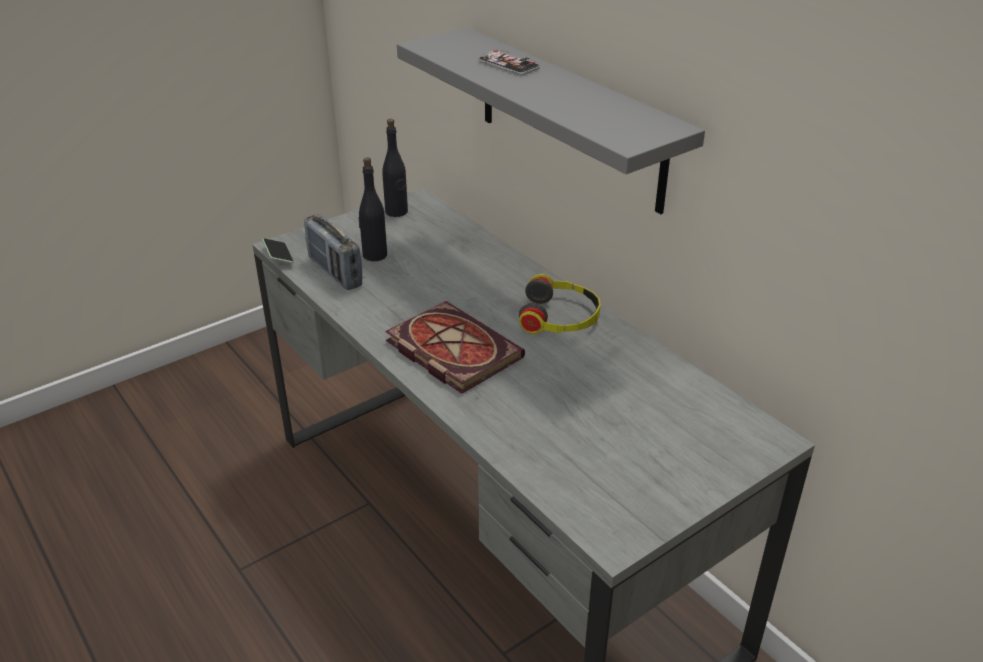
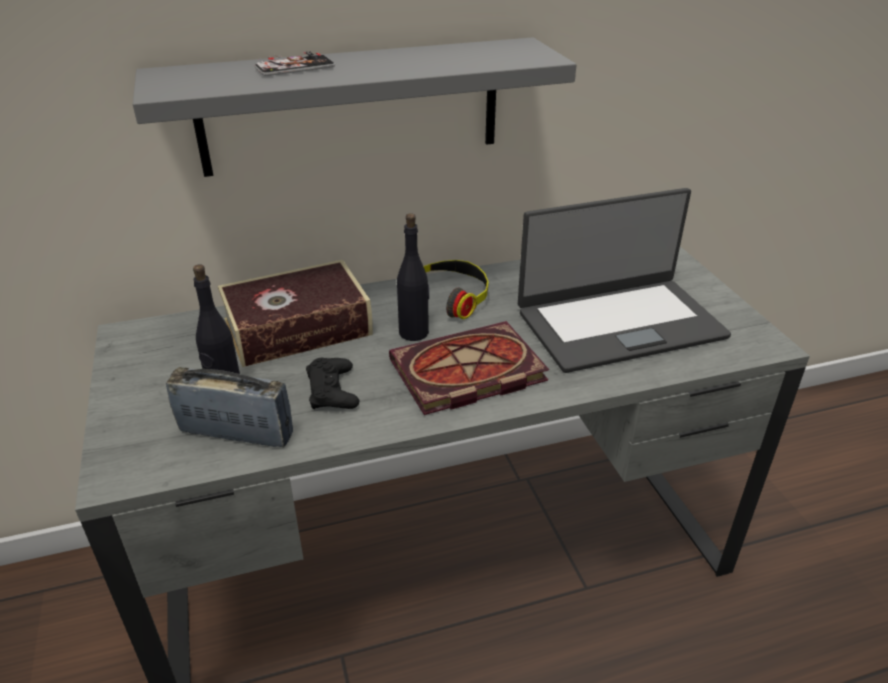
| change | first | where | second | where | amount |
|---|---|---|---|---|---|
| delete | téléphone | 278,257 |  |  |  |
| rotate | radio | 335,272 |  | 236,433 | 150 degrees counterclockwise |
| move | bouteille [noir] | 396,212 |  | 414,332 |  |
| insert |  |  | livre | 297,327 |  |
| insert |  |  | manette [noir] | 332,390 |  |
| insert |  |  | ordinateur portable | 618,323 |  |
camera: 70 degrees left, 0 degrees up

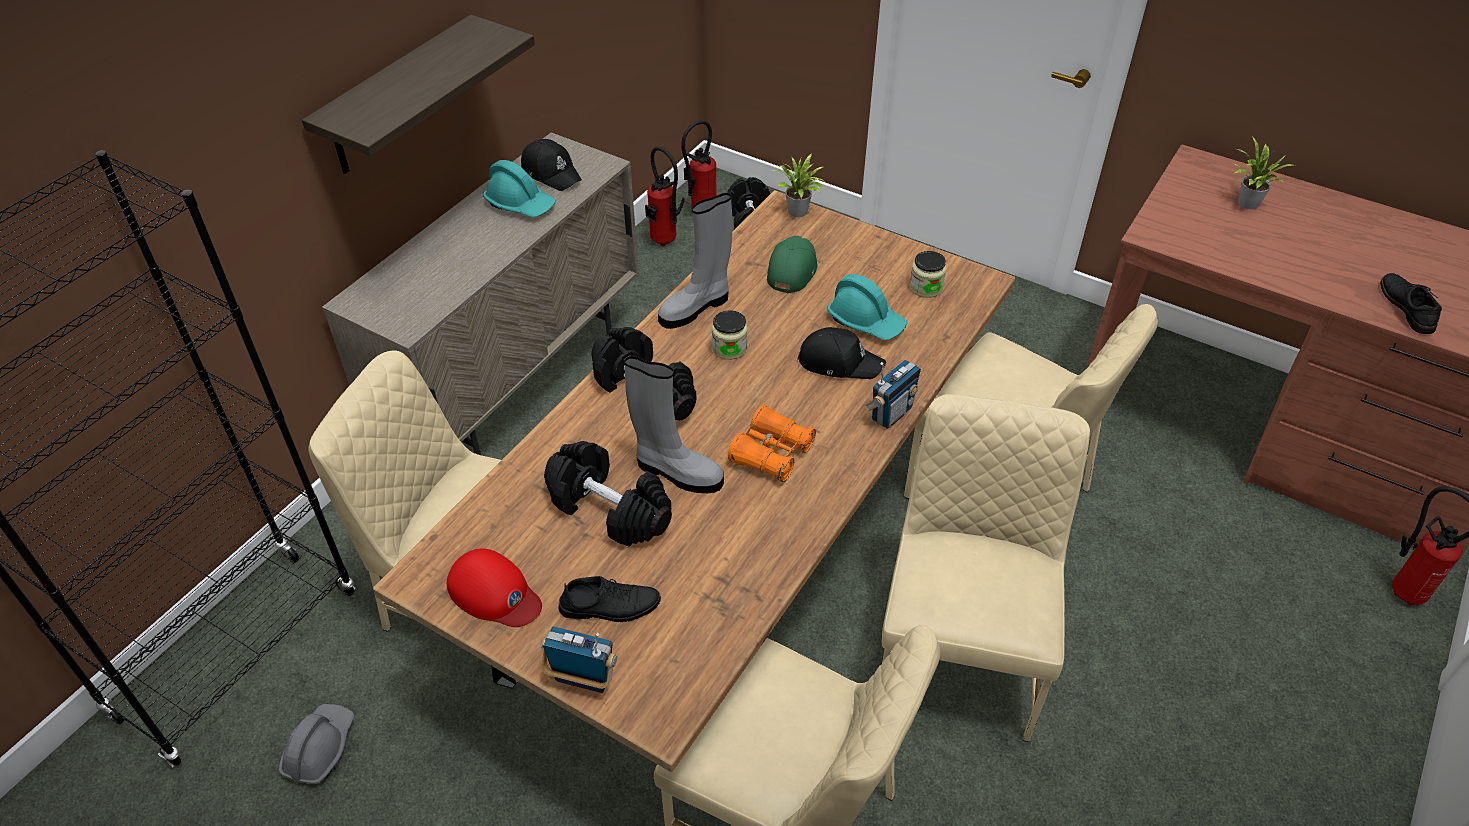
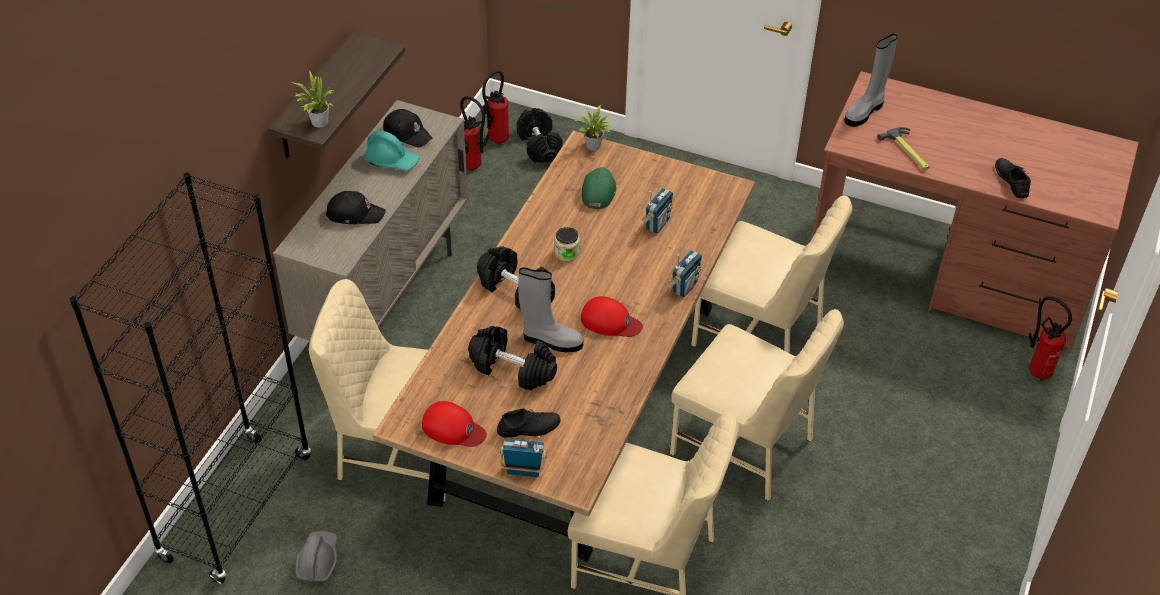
| change | first | where | second | where | amount |
|---|---|---|---|---|---|
| move | botte [gris] | 696,308 |  | 865,112 |  |
| replace | jumelles [orange] | 771,453 | casquette [rouge] | 610,321 |  |
| move | casquette [noir] | 839,362 |  | 355,214 |  |
| replace | casque de chantier [turquoise] | 866,321 | radio | 657,224 |  |
| rotate | chaise [beige] | 959,653 |  | 744,446 | 120 degrees clockwise |
| delete | bocal | 926,287 |  |  |  |
| move | plante en pot | 1246,203 |  | 317,122 |  |
| insert |  |  | marteau | 908,152 |  |
camera: 10 degrees left, 0 degrees up

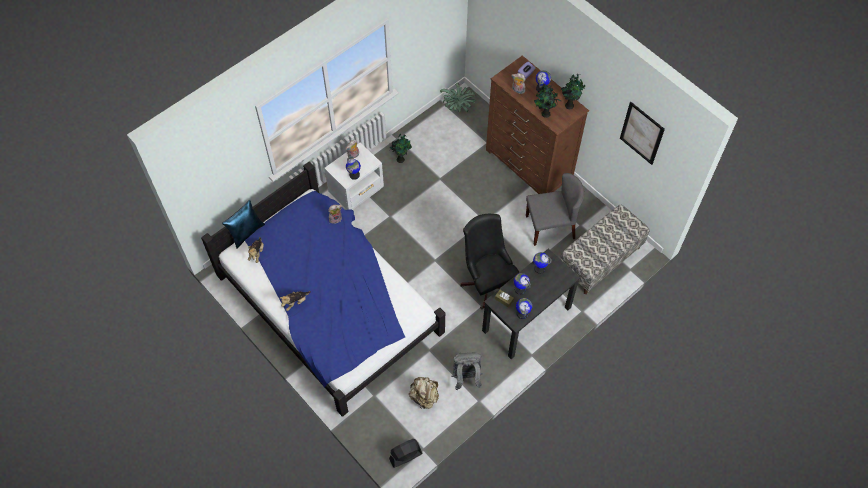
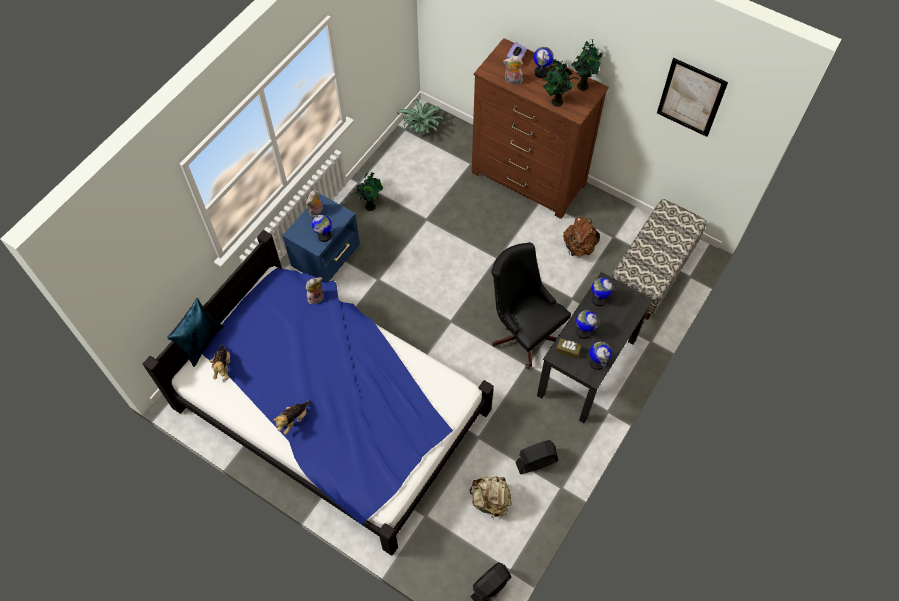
| change | first | where | second | where | amount |
|---|---|---|---|---|---|
| recolor | table de chevet [blanc] | 357,191 | table de chevet [bleu] | 327,258 |  |
| replace | sac à dos [gris] | 466,378 | ventilateur [noir] | 536,462 |  |
| replace | chaise [gris] | 550,226 | sac à dos [marron] | 578,247 |  |
camera: 15 degrees left, 0 degrees up

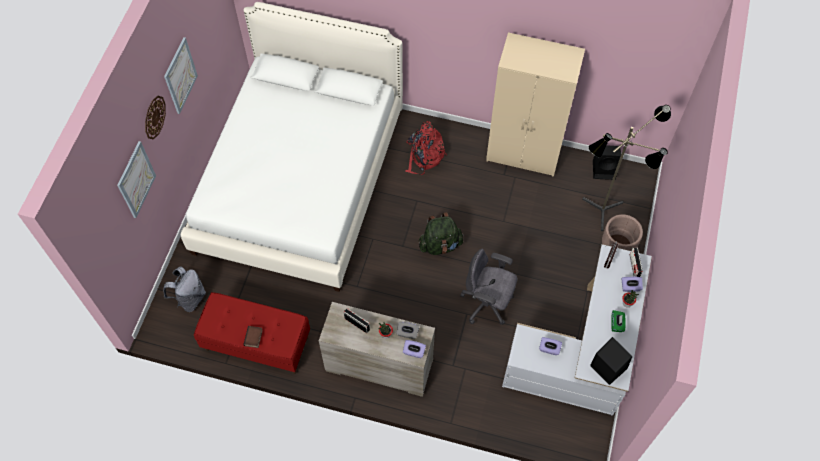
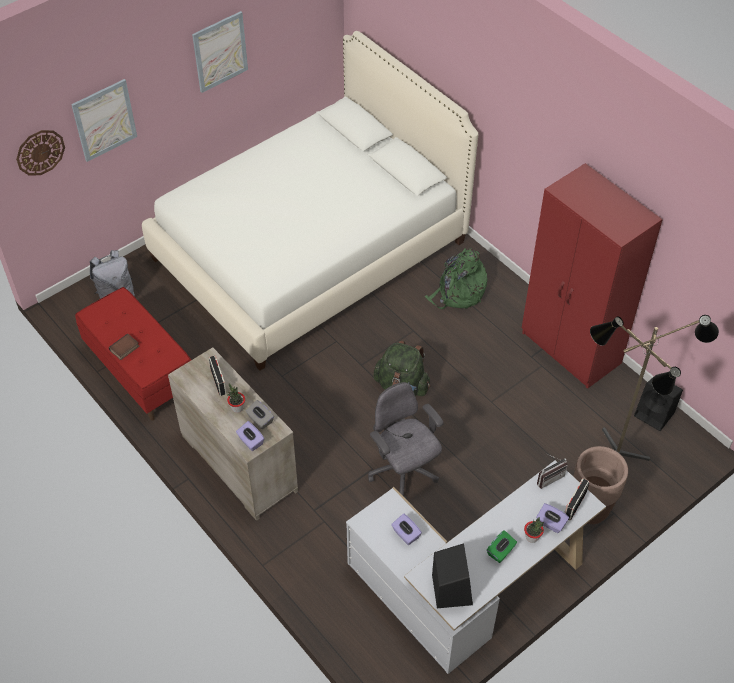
| change | first | where | second | where | amount |
|---|---|---|---|---|---|
| move | horloge murale | 154,117 |  | 40,152 |  |
| recolor | sac à dos [rouge] | 424,155 | sac à dos [vert] | 458,292 |  |
| recolor | armoire [beige] | 524,155 | armoire [rouge] | 571,349 |  |
camera: 35 degrees right, 10 degrees down

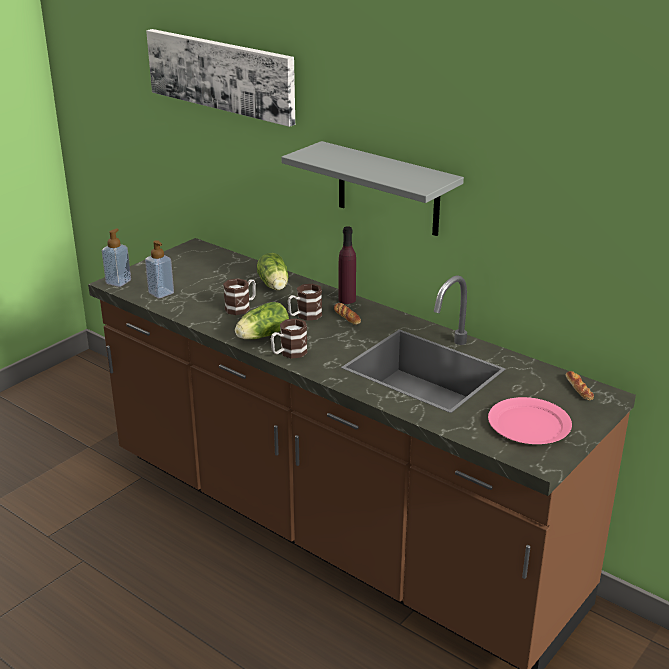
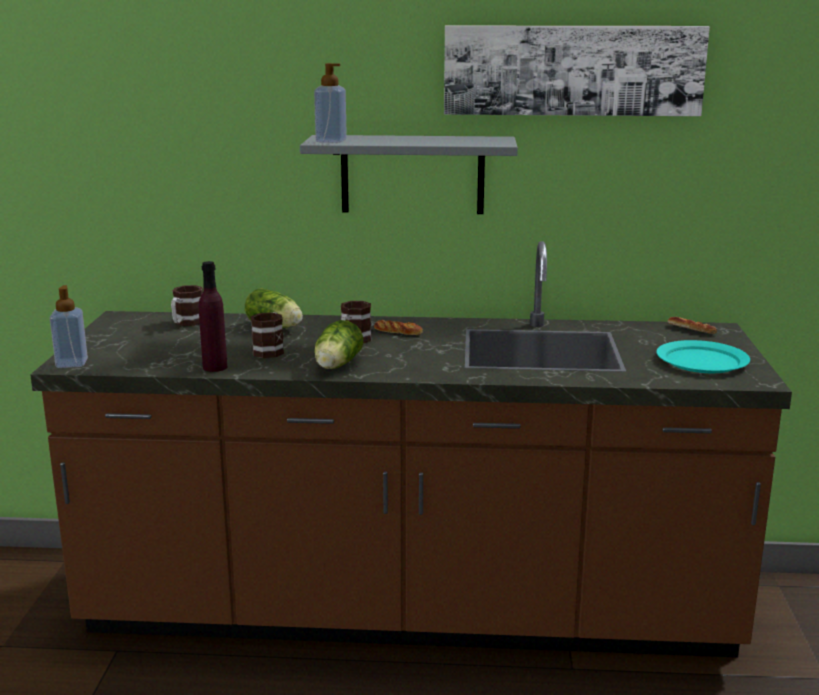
| change | first | where | second | where | amount |
|---|---|---|---|---|---|
| move | distributeur de savon | 161,293 |  | 331,141 |  |
| move | tableau | 221,74 |  | 572,70 |  |
| move | mug | 288,353 |  | 186,323 |  |
| move | bouteille [violet] | 347,300 |  | 215,367 |  |
| recolor | assiette [rose] | 529,425 | assiette [turquoise] | 703,361 |  |
camera: 35 degrees left, 10 degrees down

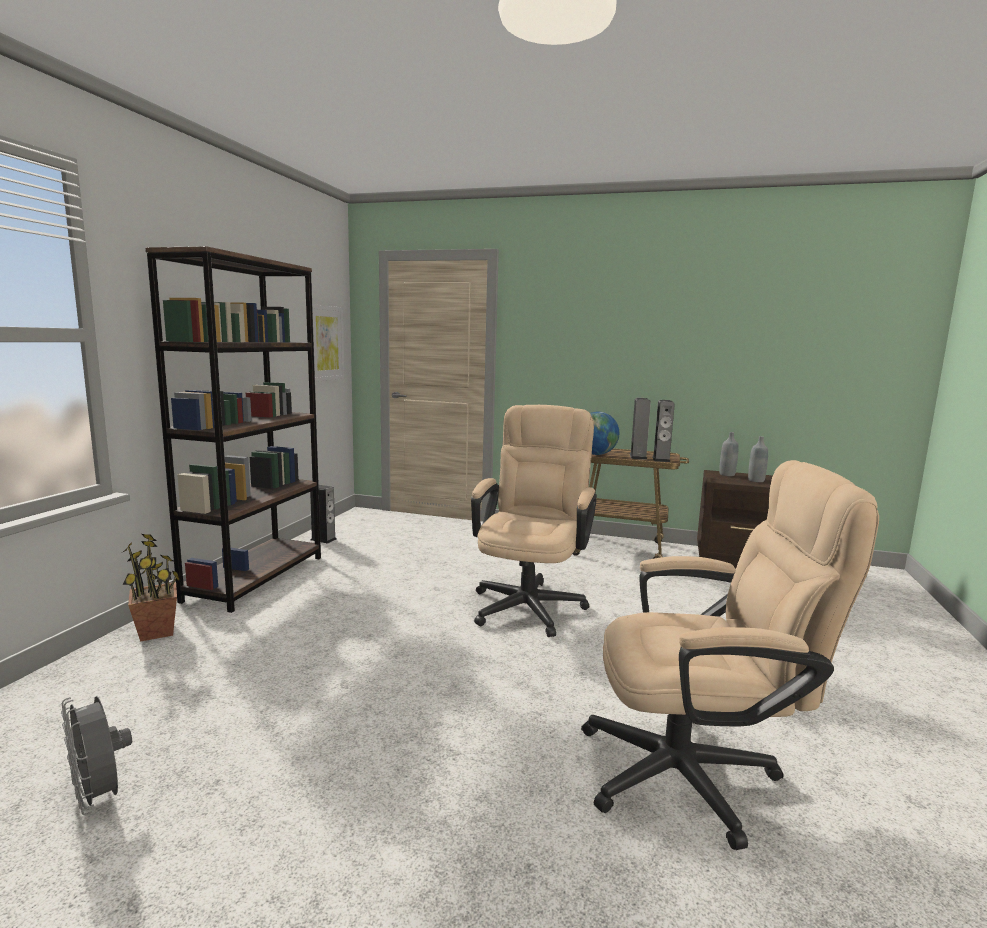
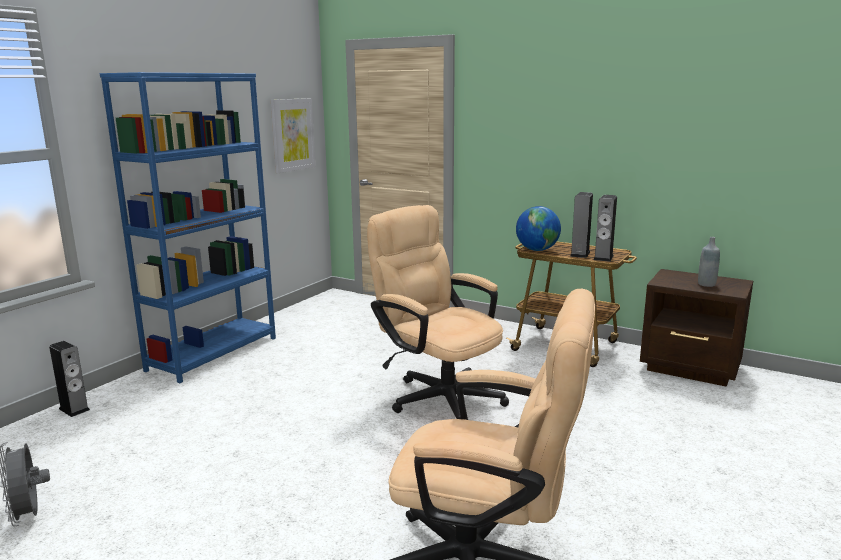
| change | first | where | second | where | amount |
|---|---|---|---|---|---|
| delete | plante en pot | 157,632 |  |  |  |
| recolor | bibliothèque [marron] | 256,578 | bibliothèque [bleu] | 213,353 |  |
| move | enceinte | 323,539 |  | 74,409 |  |
| rotate | chaise de bureau [beige] | 530,602 |  | 438,395 | 75 degrees counterclockwise |
| delete | bouteille [gris] | 727,474 |  |  |  |
camera: 15 degrees right, 5 degrees up

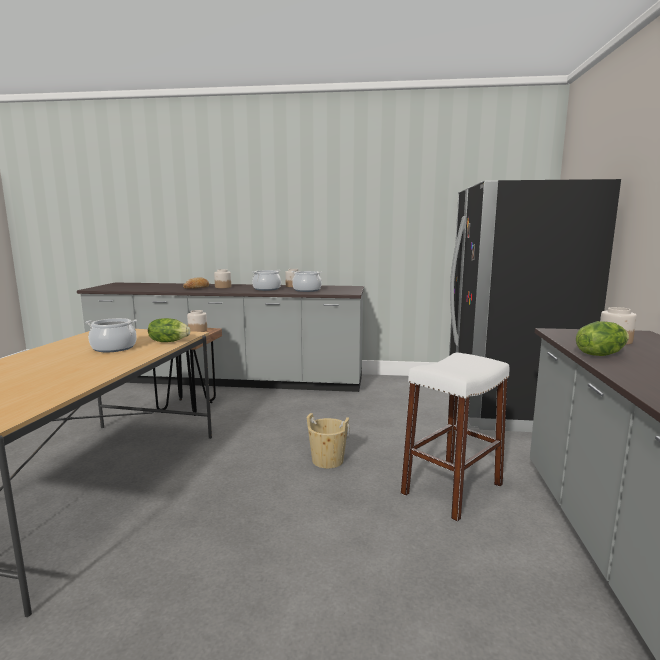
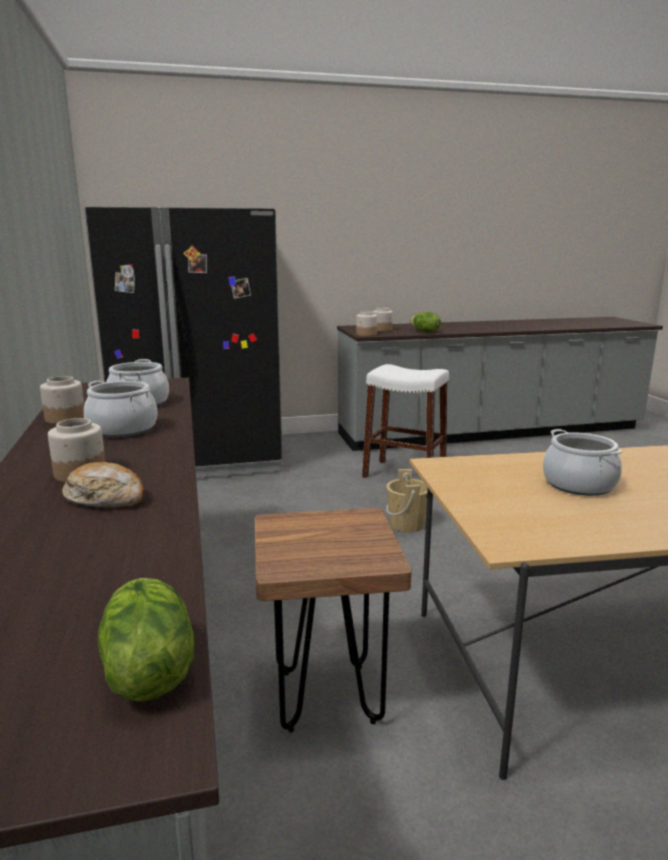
| change | first | where | second | where | amount |
|---|---|---|---|---|---|
| move | laitue | 168,341 |  | 147,671 |  |
| move | bocal | 197,330 |  | 366,334 |  |
camera: 110 degrees left, 5 degrees up

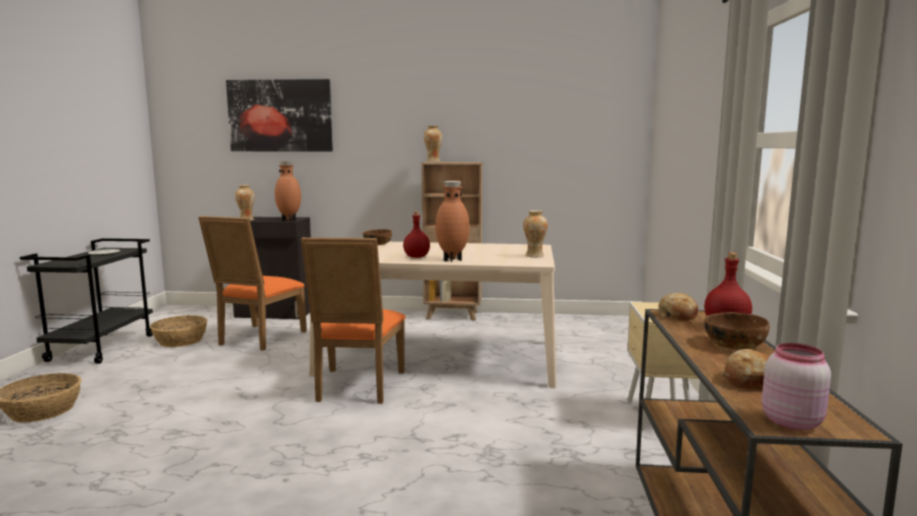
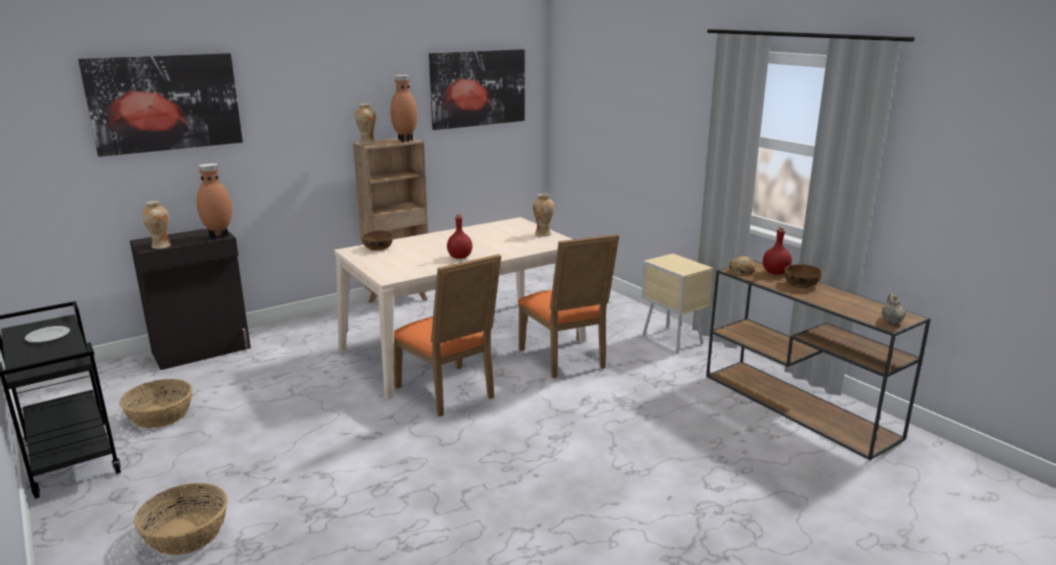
| change | first | where | second | where | amount |
|---|---|---|---|---|---|
| move | chaise [orange] | 258,339 |  | 566,360 |  |
| move | vase [marron] | 452,260 |  | 405,140 |  |
| delete | pain | 749,381 |  |  |  |
| replace | bocal [rose] | 790,421 | théière [beige] | 891,321 |  |
| insert |  |  | tableau | 478,88 |  |
camera: 40 degrees left, 10 degrees up

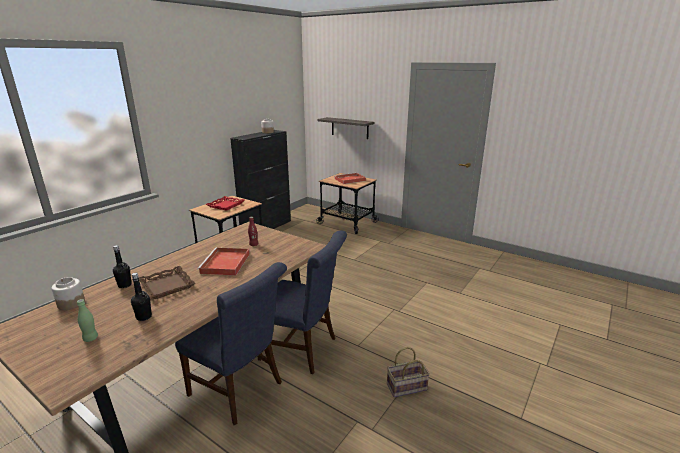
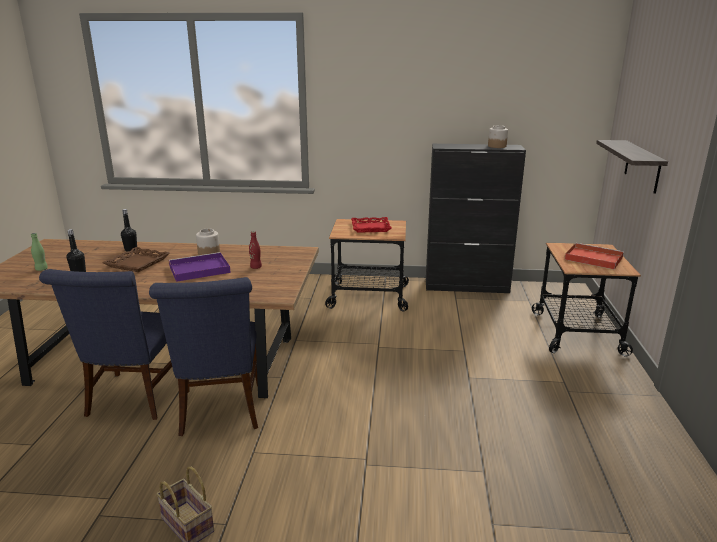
| change | first | where | second | where | amount |
|---|---|---|---|---|---|
| move | bocal | 71,303 |  | 209,253 |  |
| recolor | plateau [rouge] | 225,264 | plateau [violet] | 198,270 |  |
camera: 60 degrees right, 0 degrees up

